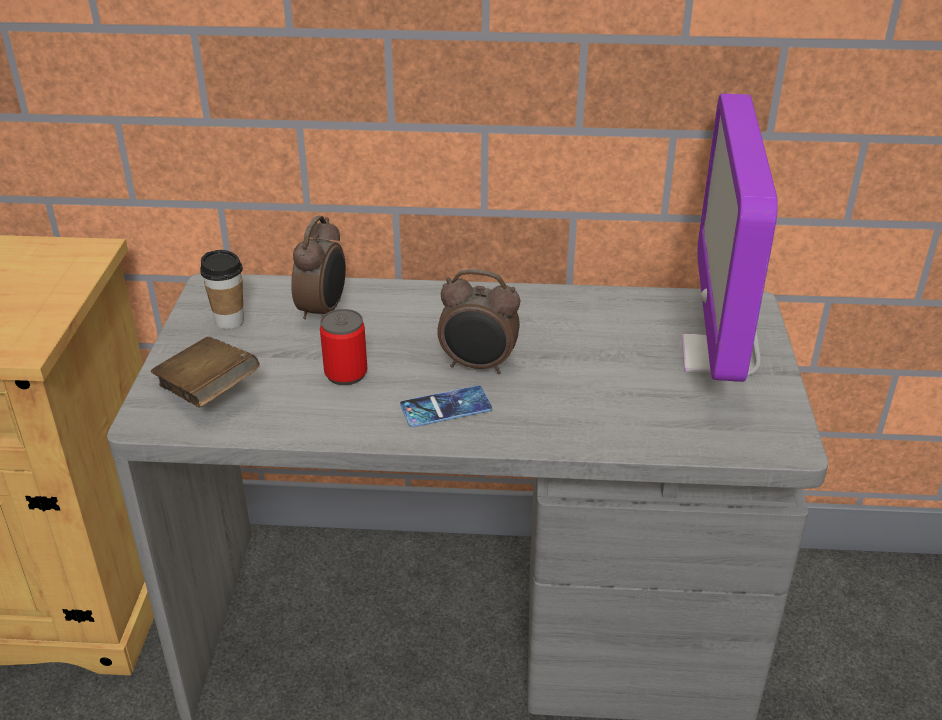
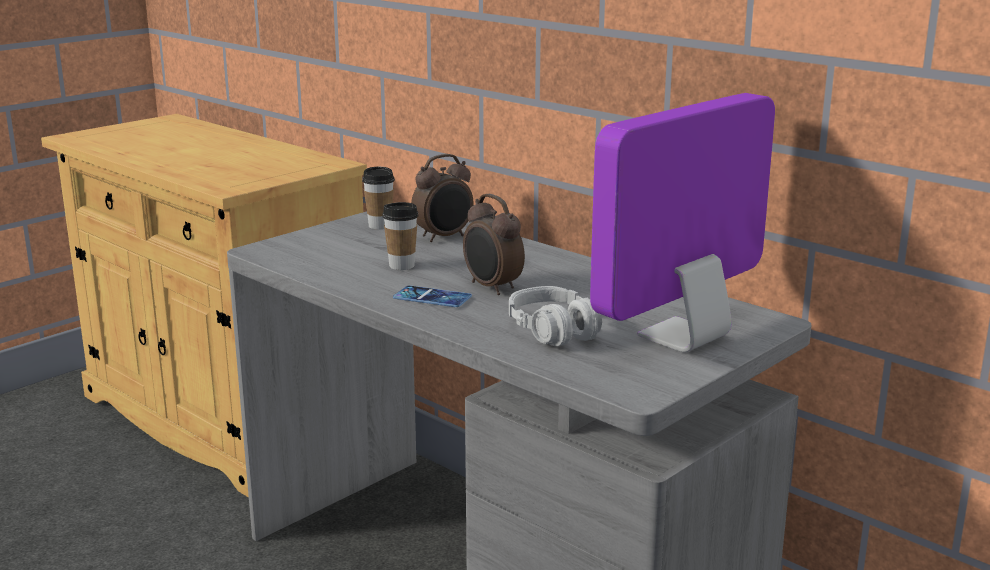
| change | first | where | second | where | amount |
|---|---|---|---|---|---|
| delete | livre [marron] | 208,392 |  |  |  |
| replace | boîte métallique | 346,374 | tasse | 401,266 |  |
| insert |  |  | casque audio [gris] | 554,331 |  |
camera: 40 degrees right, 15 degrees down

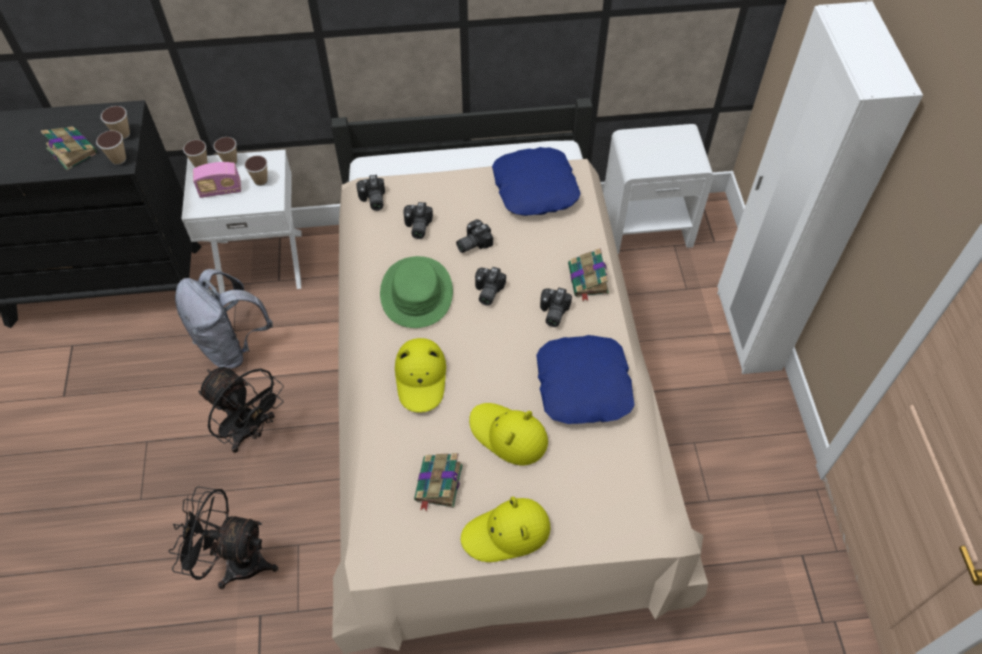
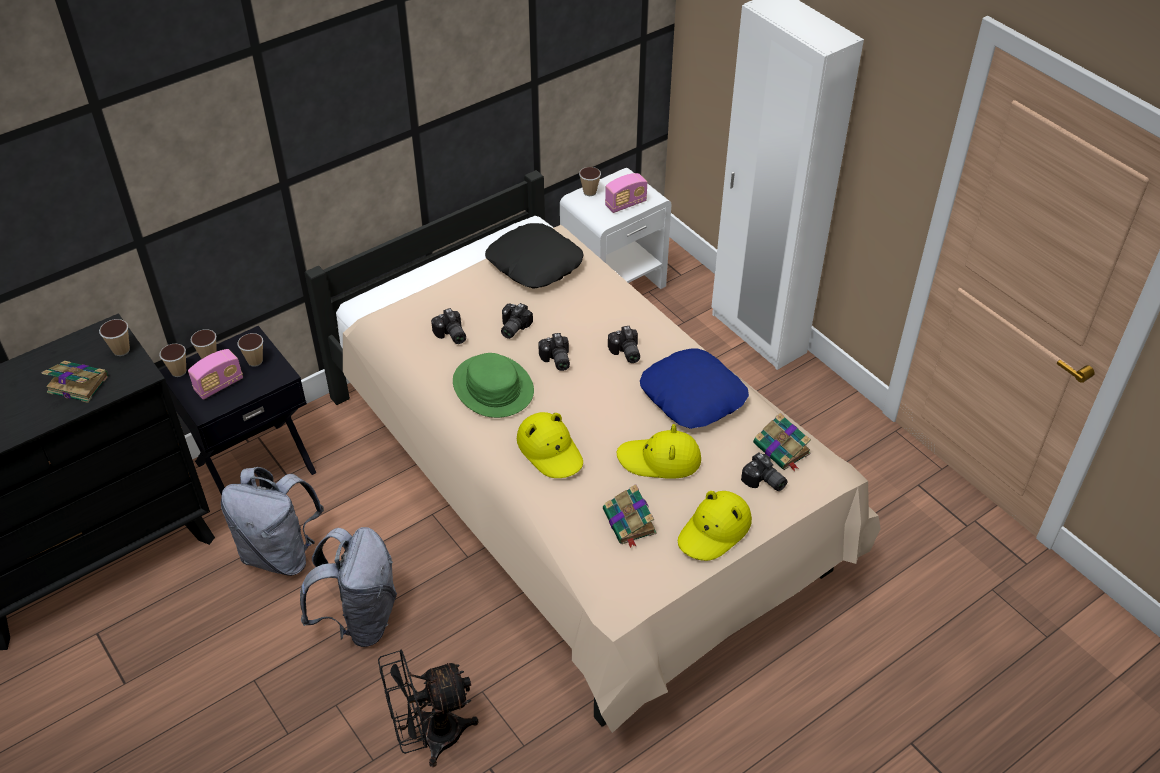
| change | first | where | second | where | amount |
|---|---|---|---|---|---|
| move | tasse | 118,159 |  | 589,192 |  |
| recolor | table de chevet [blanc] | 261,261 | table de chevet [noir] | 254,466 |  |
| replace | ventilateur [noir] | 251,431 | sac à dos [gris] | 360,619 |  |
| move | appareil photo | 372,200 |  | 764,482 |  |
| recolor | coussin [bleu] | 534,188 | coussin [noir] | 534,264 |  |
| move | livre | 588,280 |  | 782,449 |  |
| insert |  |  | radio | 625,204 |  |
camera: 30 degrees left, 10 degrees down

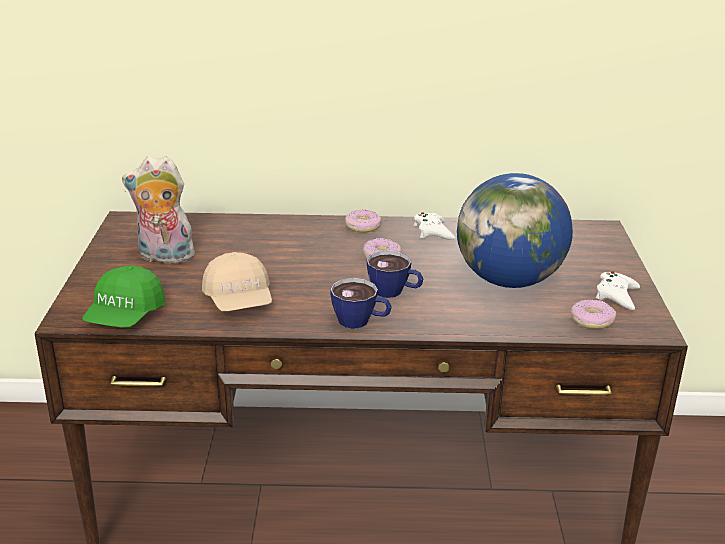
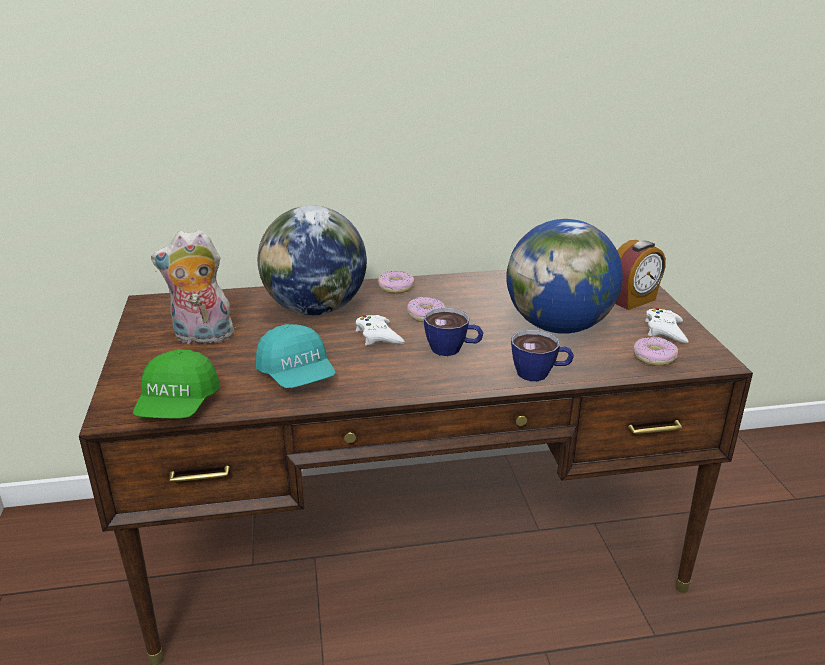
| change | first | where | second | where | amount |
|---|---|---|---|---|---|
| recolor | casquette [beige] | 239,301 | casquette [turquoise] | 297,375 |  |
| move | tasse | 361,321 |  | 540,373 |  |
| move | manette [blanc] | 433,232 |  | 378,336 |  |
| insert |  |  | globe | 315,310 |  |
| insert |  |  | réveil | 633,300 |  |
camera: 10 degrees left, 0 degrees up

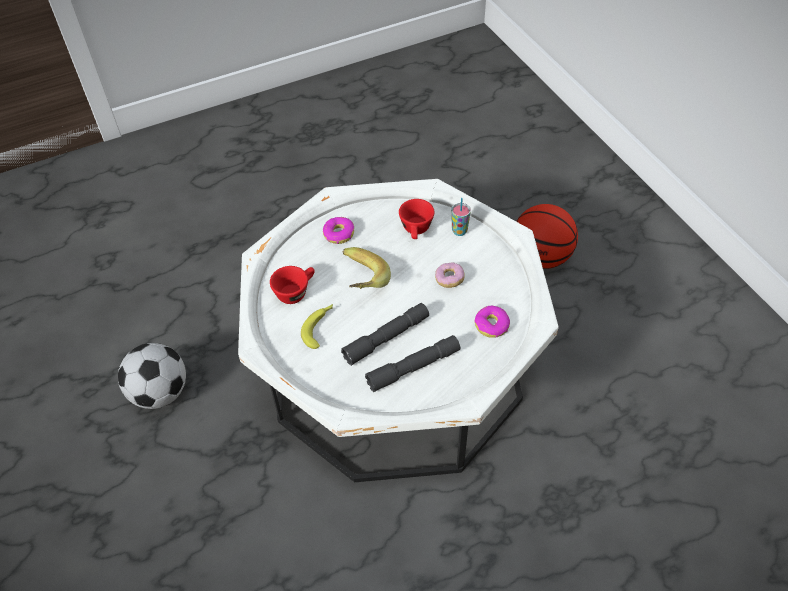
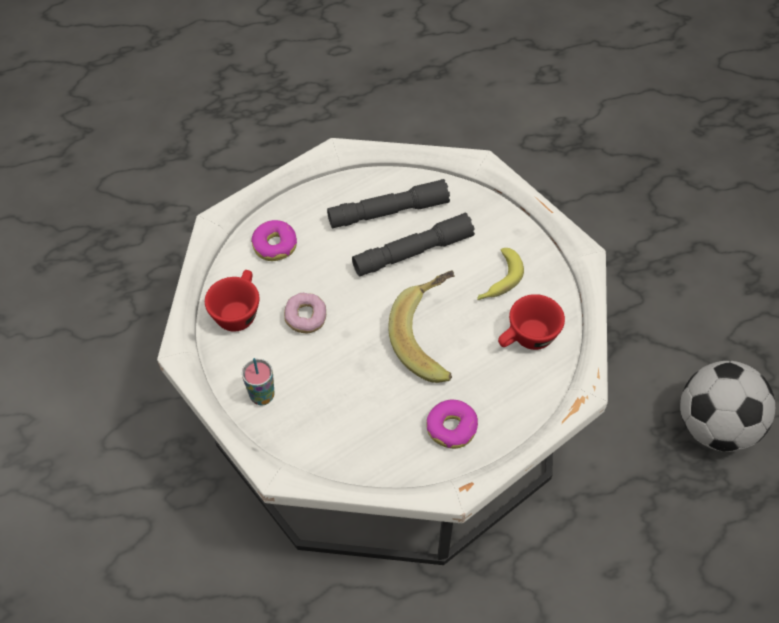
| change | first | where | second | where | amount |
|---|---|---|---|---|---|
| move | tasse [rouge] | 416,230 |  | 238,310 |  |
| delete | ballon de basket | 541,257 |  |  |  |
camera: 170 degrees left, 5 degrees up

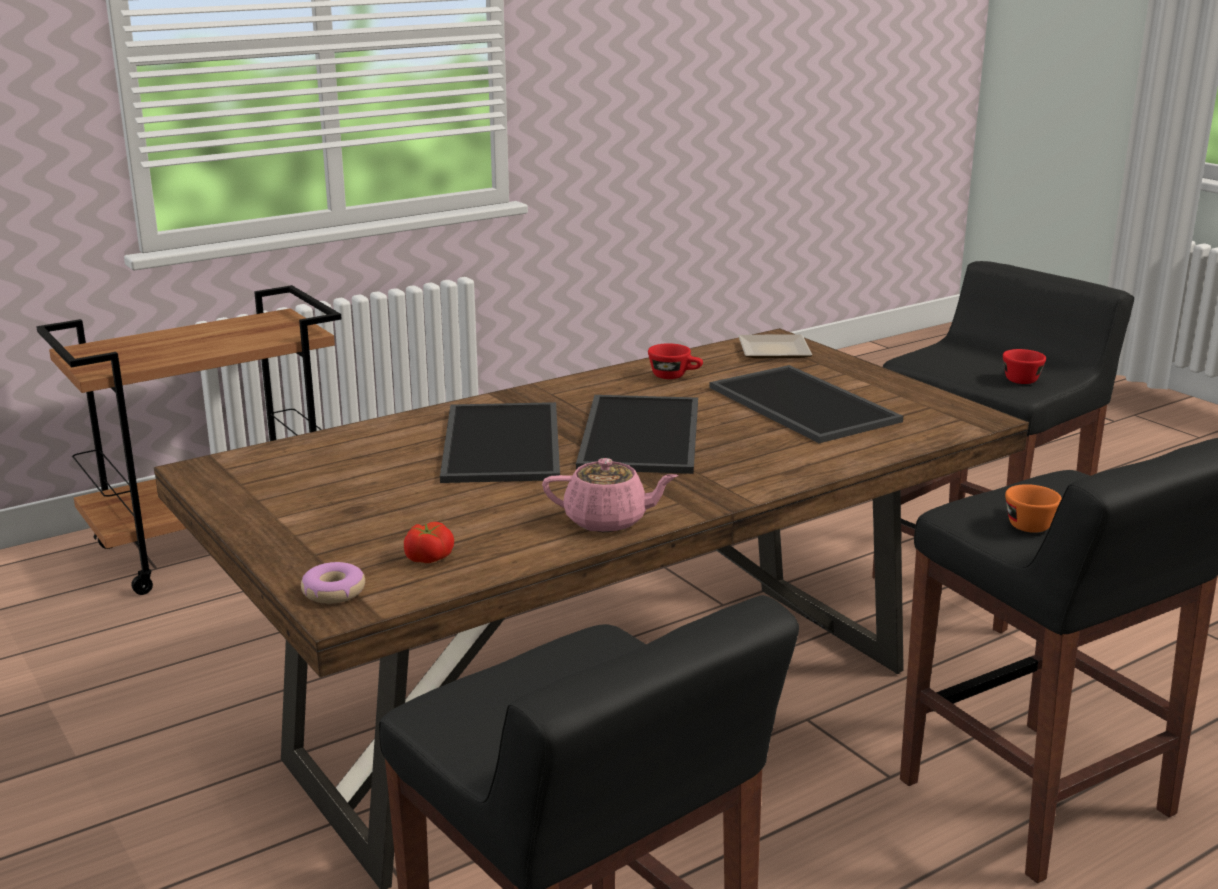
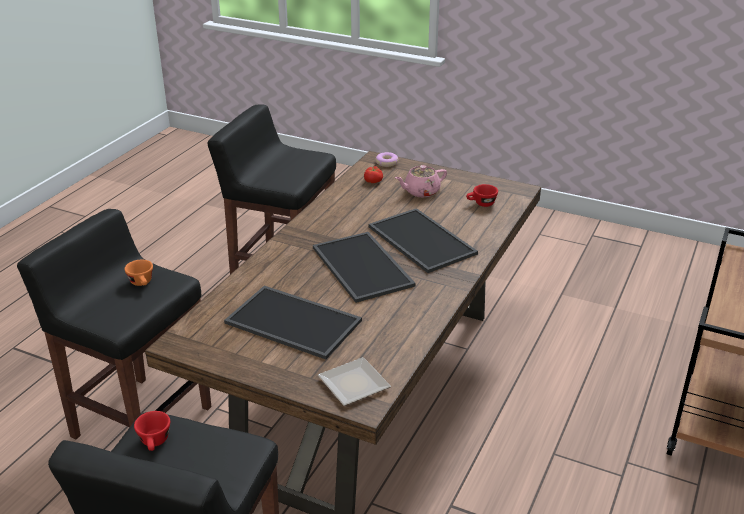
| change | first | where | second | where | amount |
|---|---|---|---|---|---|
| move | théière [rose] | 608,520 |  | 421,192 |  |
| move | tasse [rouge] | 675,376 |  | 481,204 |  |
camera: 150 degrees right, 10 degrees up

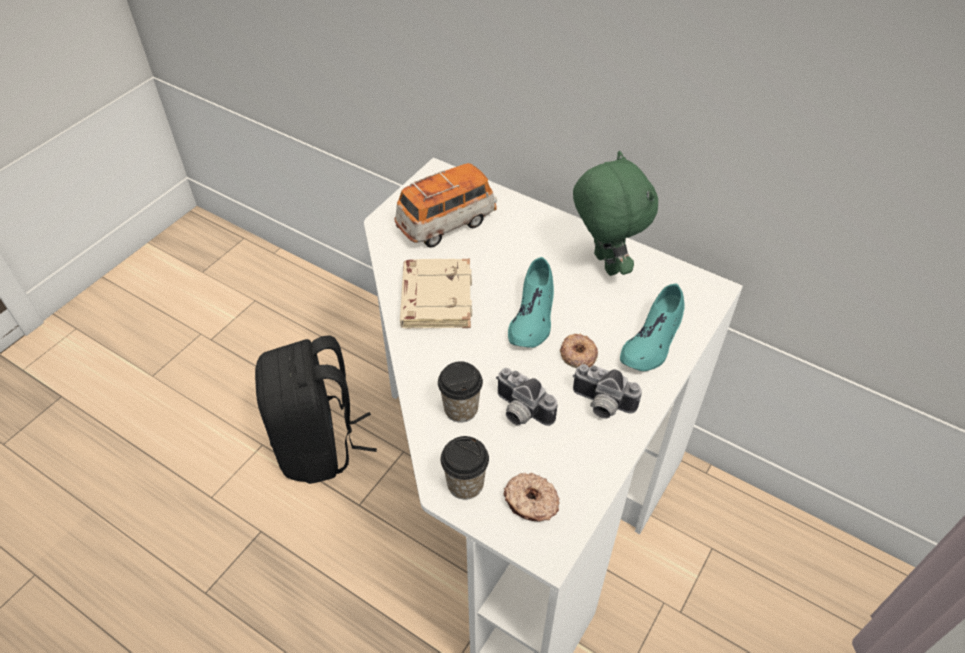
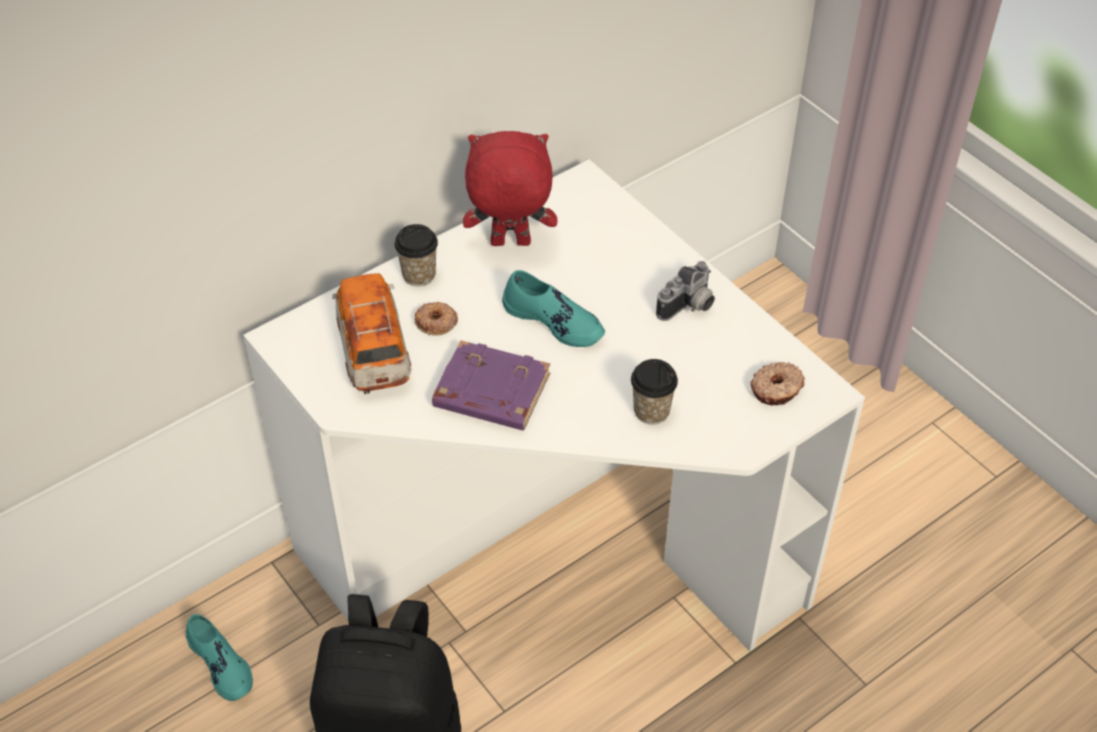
| change | first | where | second | where | amount |
|---|---|---|---|---|---|
| recolor | livre [beige] | 435,298 | livre [violet] | 490,393 |  |
| move | tasse | 465,484 |  | 419,275 |  |
| delete | appareil photo | 519,412 |  |  |  |
| move | beignet | 578,354 |  | 436,322 |  |
| recolor | peluche [vert] | 603,264 | peluche [rouge] | 510,244 |  |
| move | chaussure [turquoise] | 653,340 |  | 221,664 |  |
camera: 70 degrees left, 0 degrees up

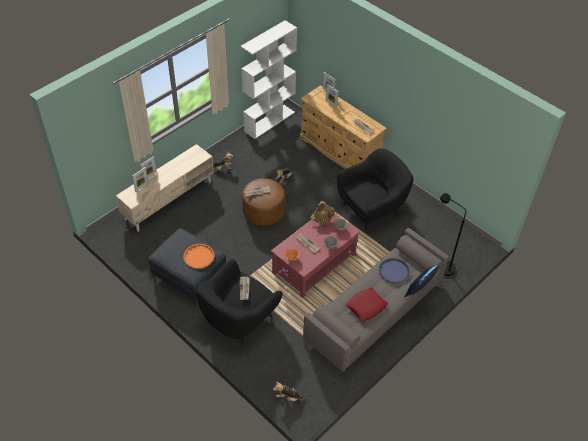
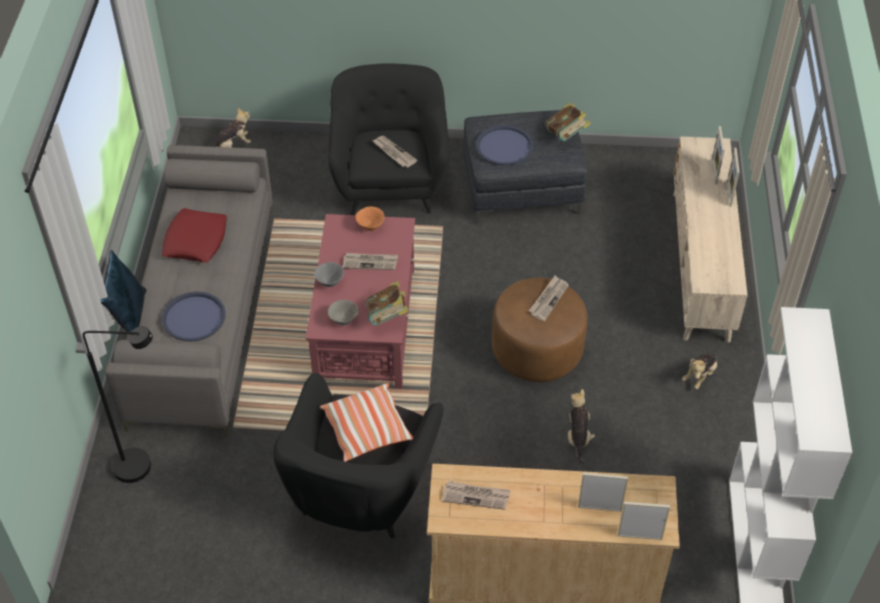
| change | first | where | second | where | amount |
|---|---|---|---|---|---|
| recolor | plateau [orange] | 199,256 | plateau [bleu] | 504,146 |  |
| insert |  |  | coussin | 367,430 |  |
| insert |  |  | livre | 566,135 |  |
camera: 140 degrees right, 0 degrees up

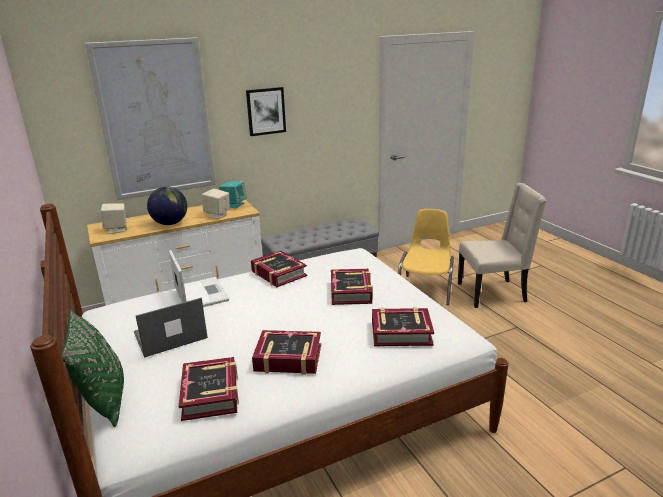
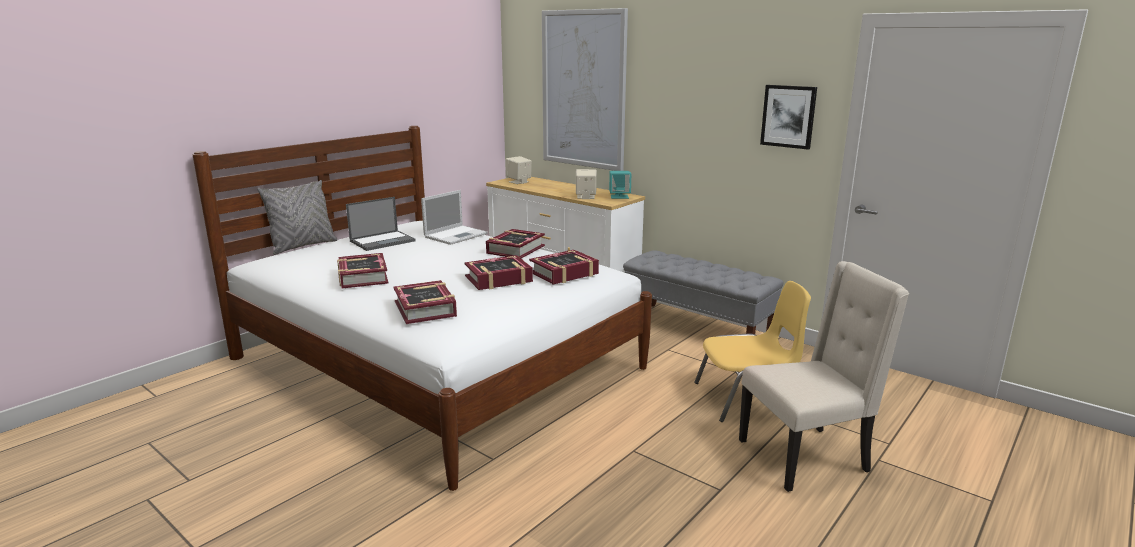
| change | first | where | second | where | amount |
|---|---|---|---|---|---|
| recolor | coussin [vert] | 104,399 | coussin [gris] | 303,246 |  |
| rotate | ordinateur portable | 169,336 |  | 383,241 | 105 degrees clockwise |
| delete | globe | 170,223 |  |  |  |
| move | livre | 211,394 |  | 564,273 |  |
| move | tableau | 266,111 |  | 788,116 |  |
| rotate | chaise [beige] | 493,293 |  | 805,456 | 75 degrees counterclockwise |
camera: 65 degrees right, 5 degrees down

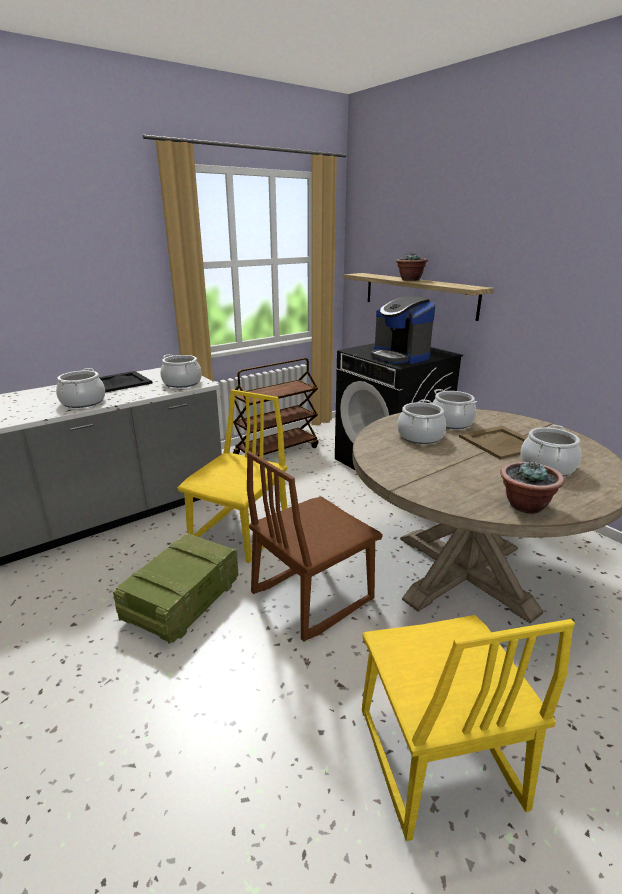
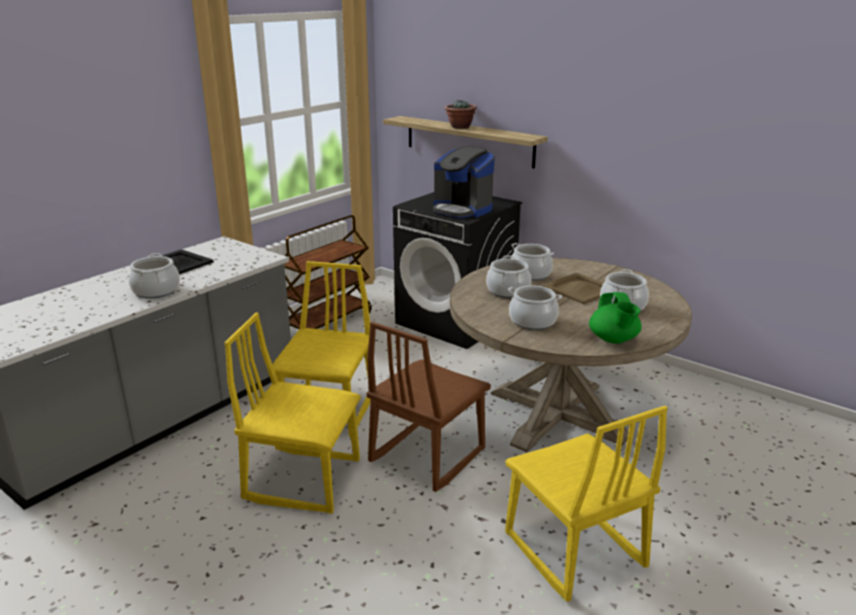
| change | first | where | second | where | amount |
|---|---|---|---|---|---|
| replace | caisse | 183,600 | chaise [jaune] | 303,479 |  |
| move | marmite | 182,383 |  | 532,321 |  |
| replace | plante en pot | 525,505 | théière [vert] | 613,340 |  |
camera: 15 degrees left, 0 degrees up

